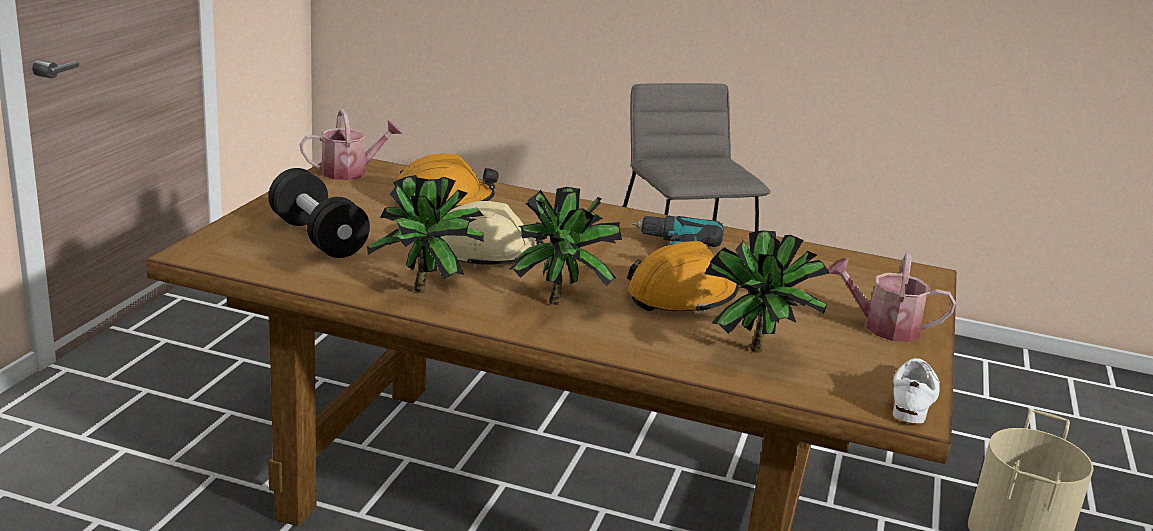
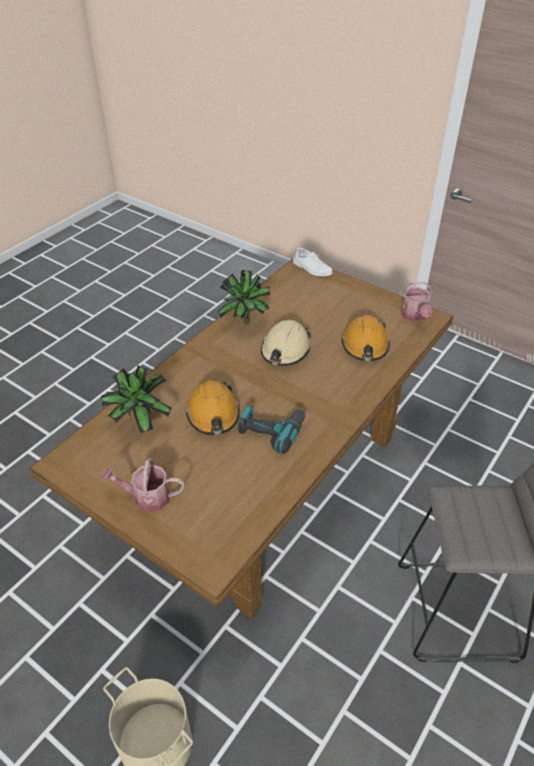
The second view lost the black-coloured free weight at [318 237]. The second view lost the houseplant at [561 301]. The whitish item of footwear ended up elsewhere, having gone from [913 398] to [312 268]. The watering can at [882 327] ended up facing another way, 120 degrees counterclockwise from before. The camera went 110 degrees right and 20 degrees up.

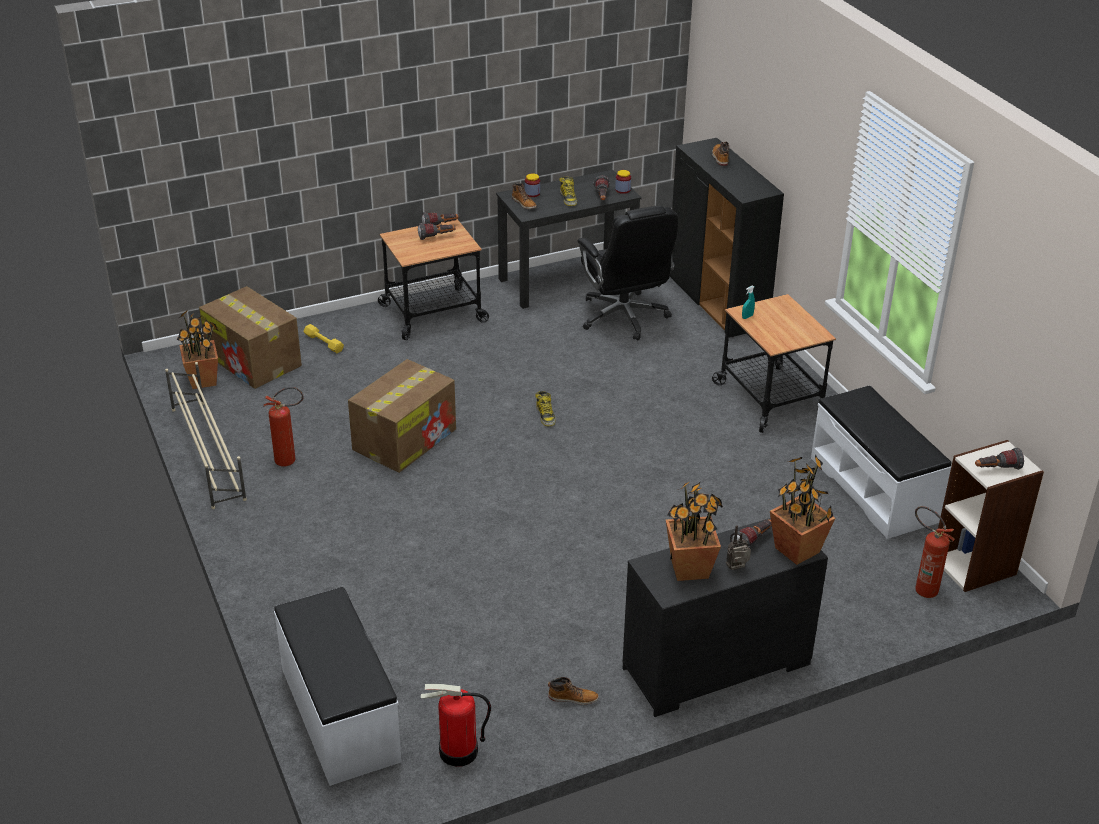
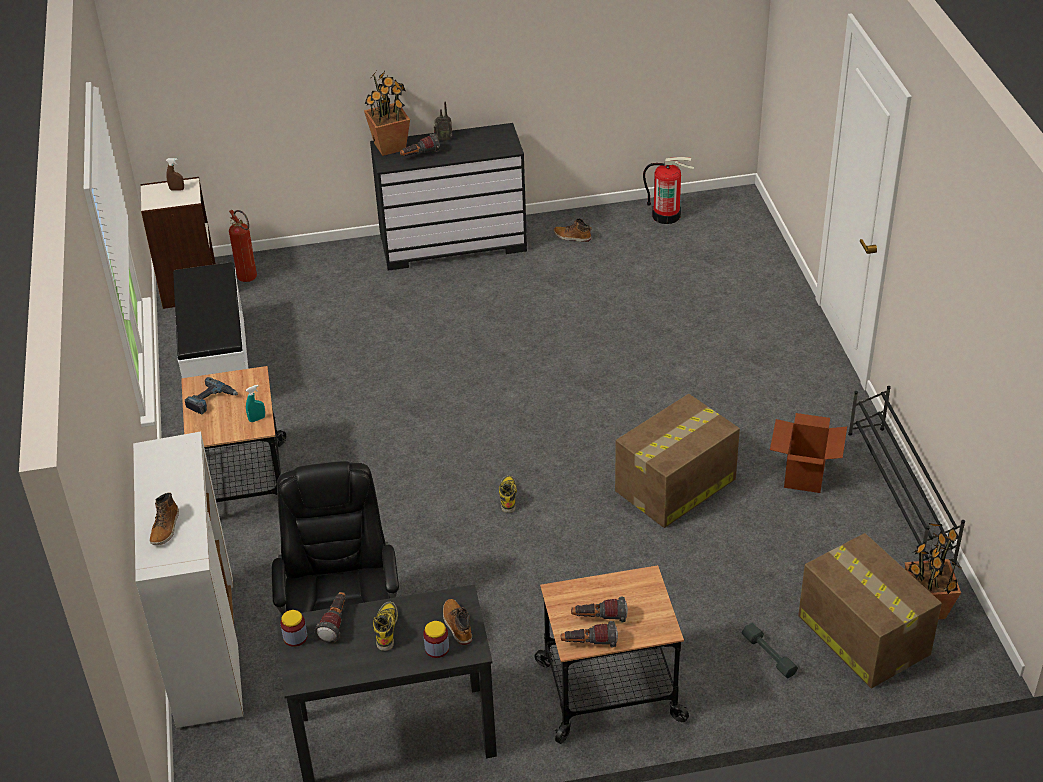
The second view lost the whitish long seat at [338 715]. The second view lost the houseplant at [690 568]. The second view gained the drill at [211 400]. Where the fire extinguisher stood at [290 460], the carton came to stand at [804 474]. Where the flashlight stood at [996 469], the brown spray bottle came to stand at [177 189]. What was the sand-coloured shoe stand at [208 452] turned into the black-coloured shoe stand at [899 497]. What was the yellow free weight at [323 343] turned into the gray free weight at [769 655]. What was the black-coloured cupboard at [718 303] turned into the whitish cupboard at [205 652]. The camera went 165 degrees left and 5 degrees up.

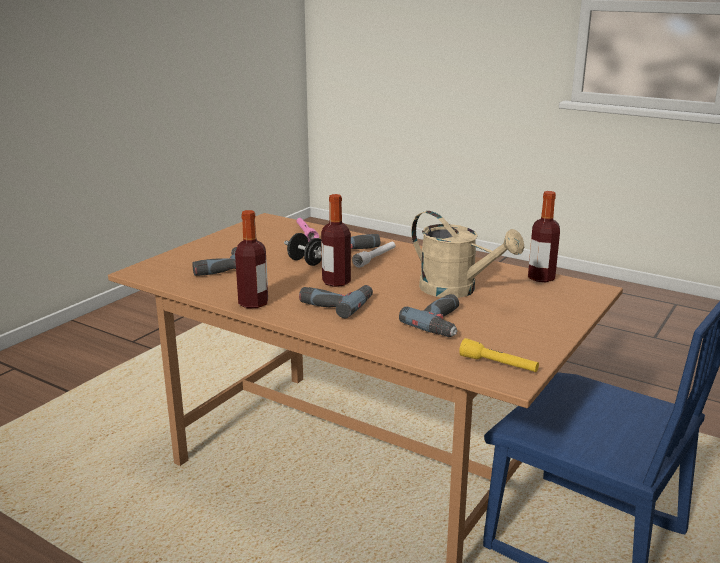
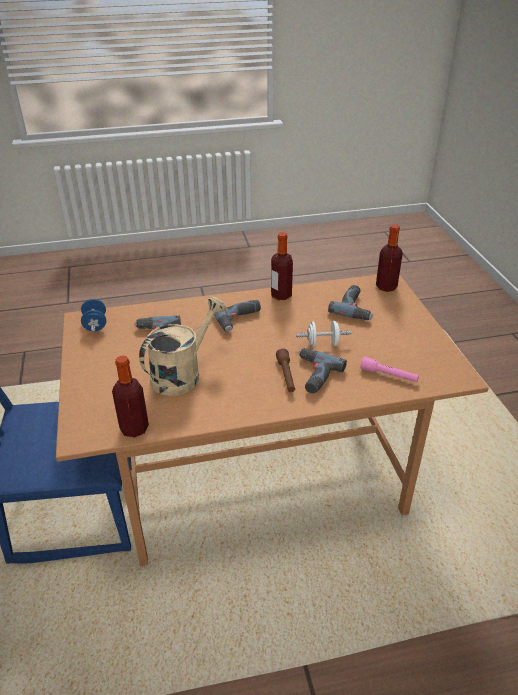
The beverage bottle ended up elsewhere, having gone from [336 282] to [386 287]. Where the yellow flashlight stood at [498 365], the blue free weight came to stand at [95 324]. What was the black-coloured free weight at [306 262] turned into the whitish free weight at [322 343]. What was the whitish flashlight at [375 259] turned into the brown flashlight at [286 376]. The sand-coloured watering can at [457 290] ended up facing another way, 135 degrees clockwise from before. The camera went 135 degrees right and 15 degrees up.

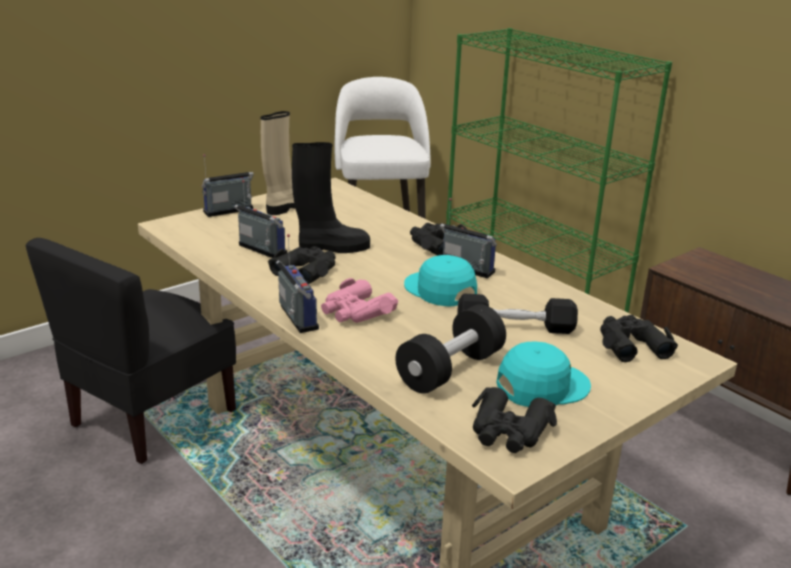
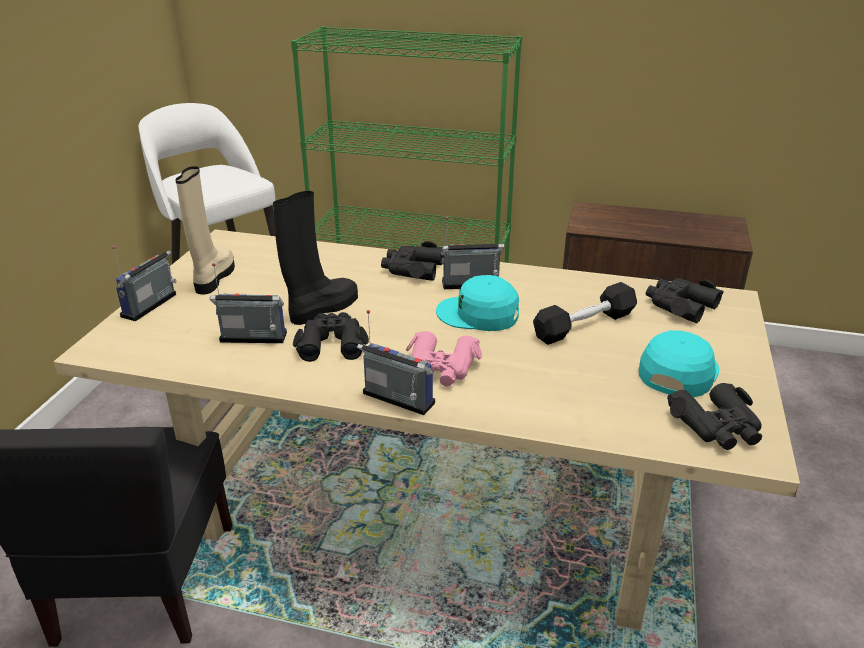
The second view lost the black-coloured free weight at [450 370]. The camera went 35 degrees left and 5 degrees up.

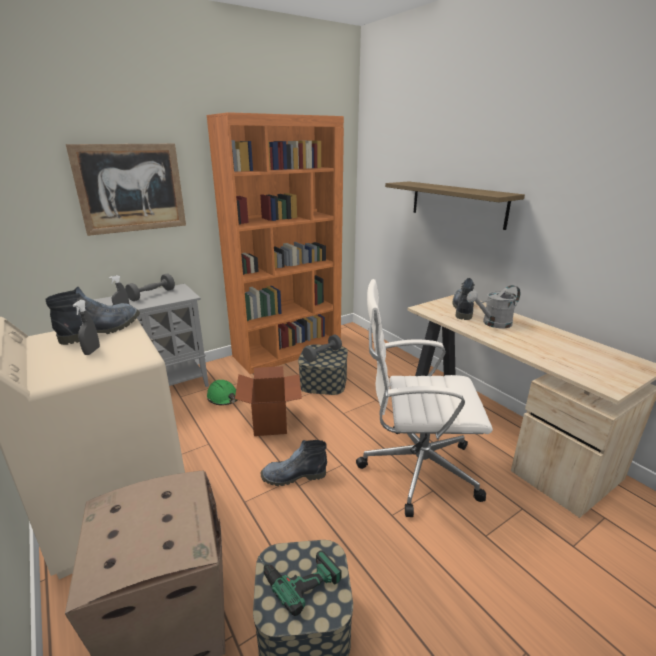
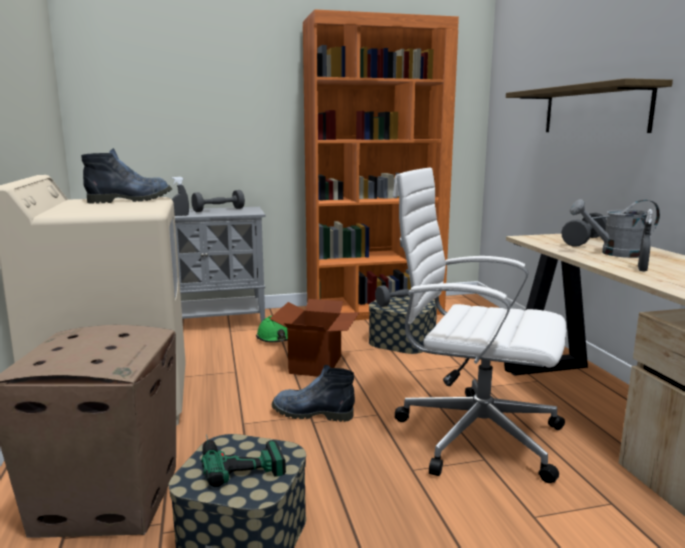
The second view lost the picture at [131 188]. The gray spray bottle ended up elsewhere, having gone from [92 351] to [642 269]. Where the tall boot stood at [462 308], the gray free weight came to stand at [583 241]. The camera went 20 degrees right and 10 degrees down.

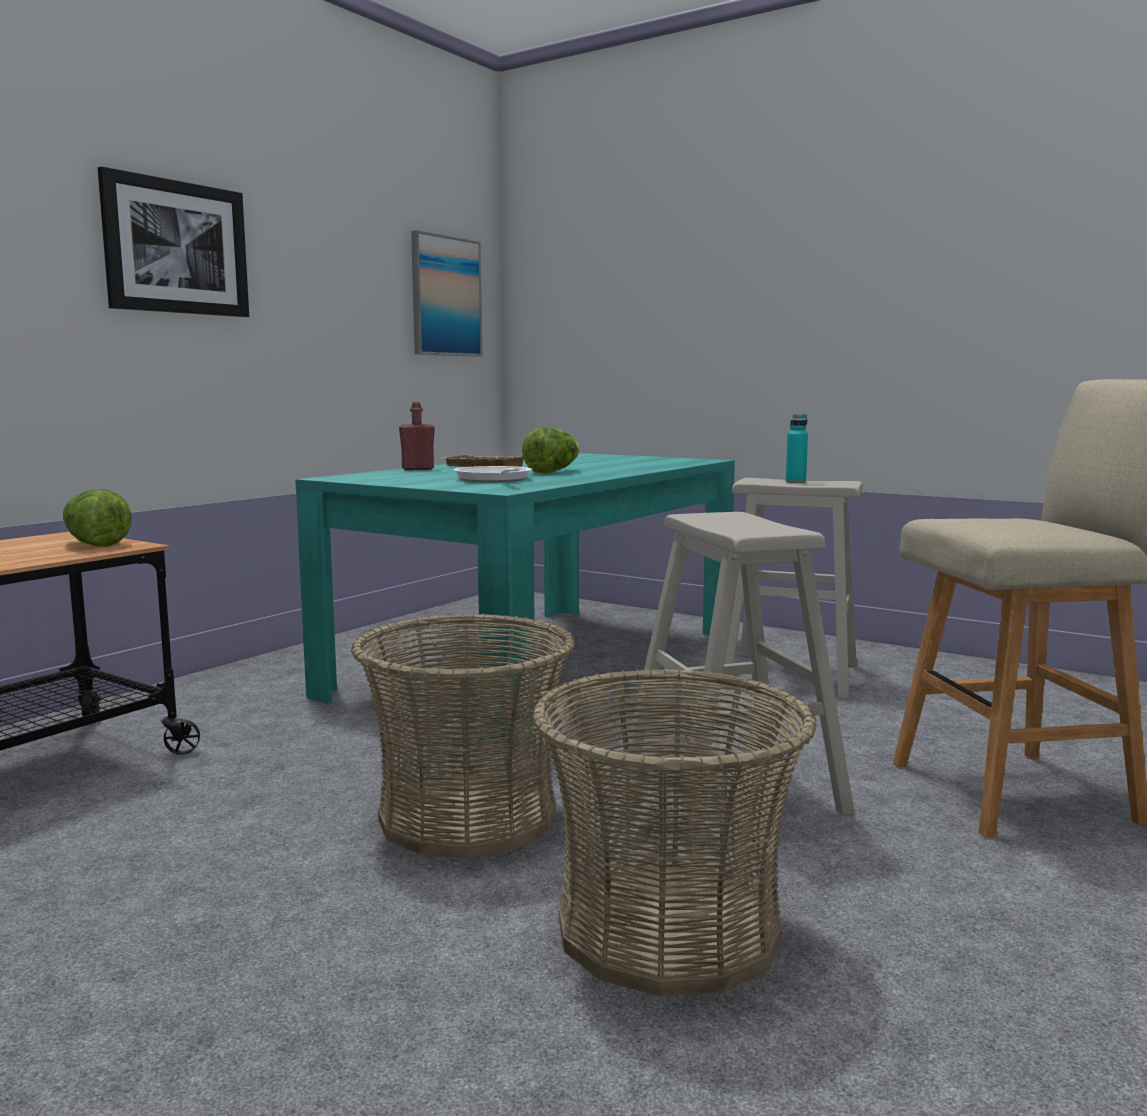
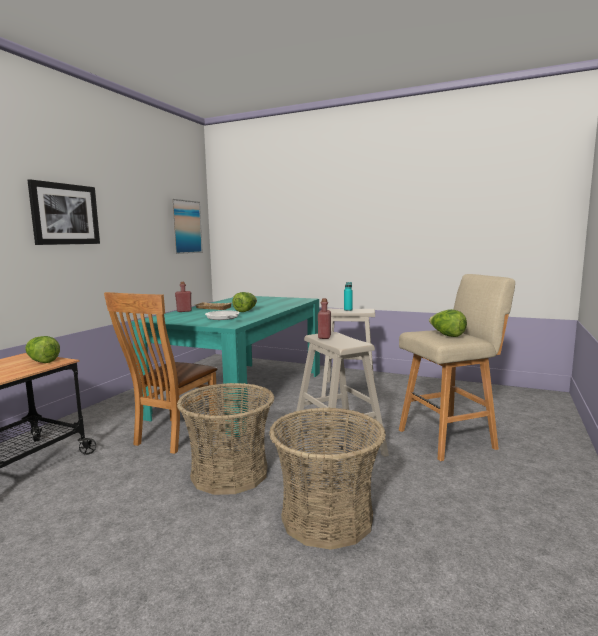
The second view gained the brown chair at [172 437]. The second view gained the red-coloured beverage bottle at [324 337]. The second view gained the lettuce head at [446 335]. The camera went 10 degrees left and 0 degrees up.

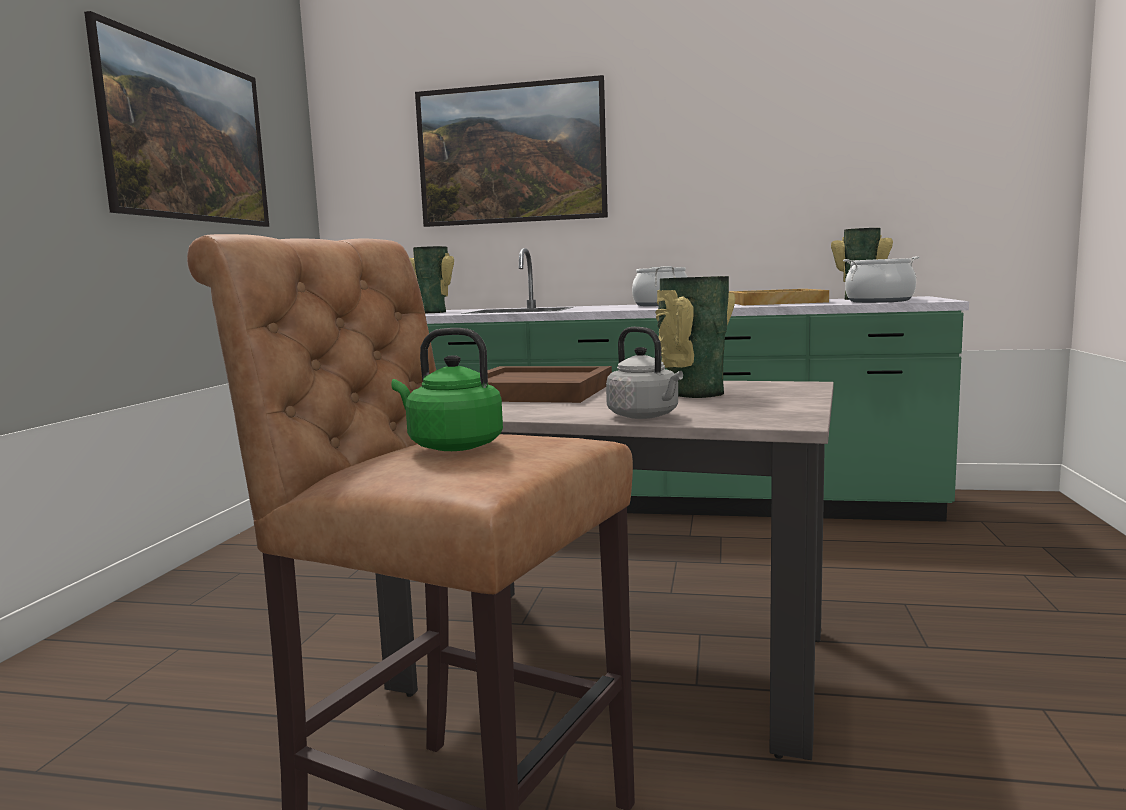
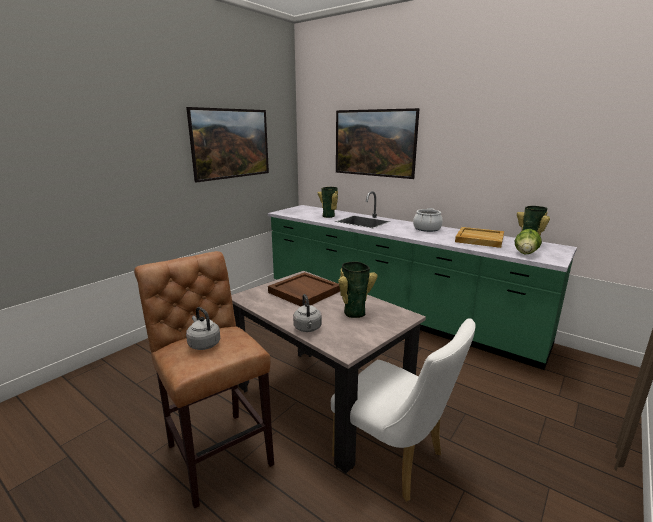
The second view gained the whitish chair at [395 459]. Where the cooking pot stood at [879 301], the lettuce head came to stand at [525 253]. What was the greenish water kettle at [451 446] turned into the gray water kettle at [203 343]. The camera went 25 degrees right and 10 degrees up.

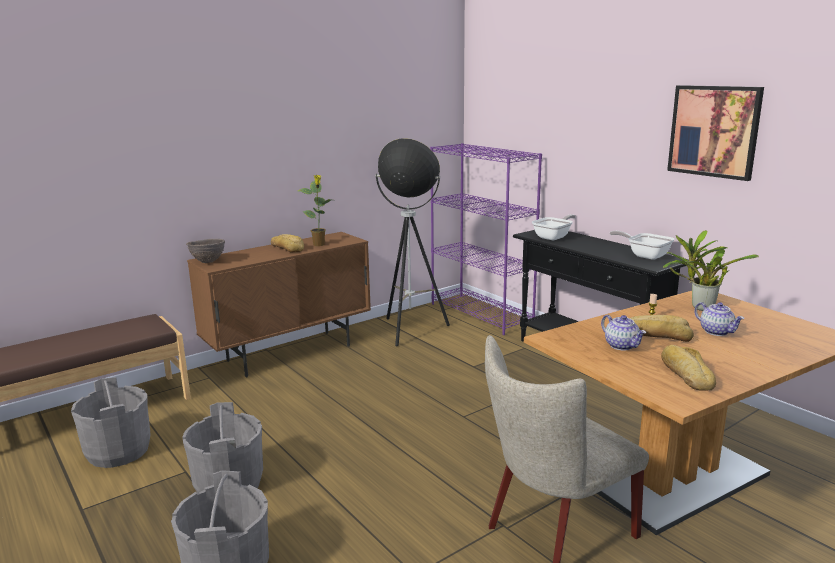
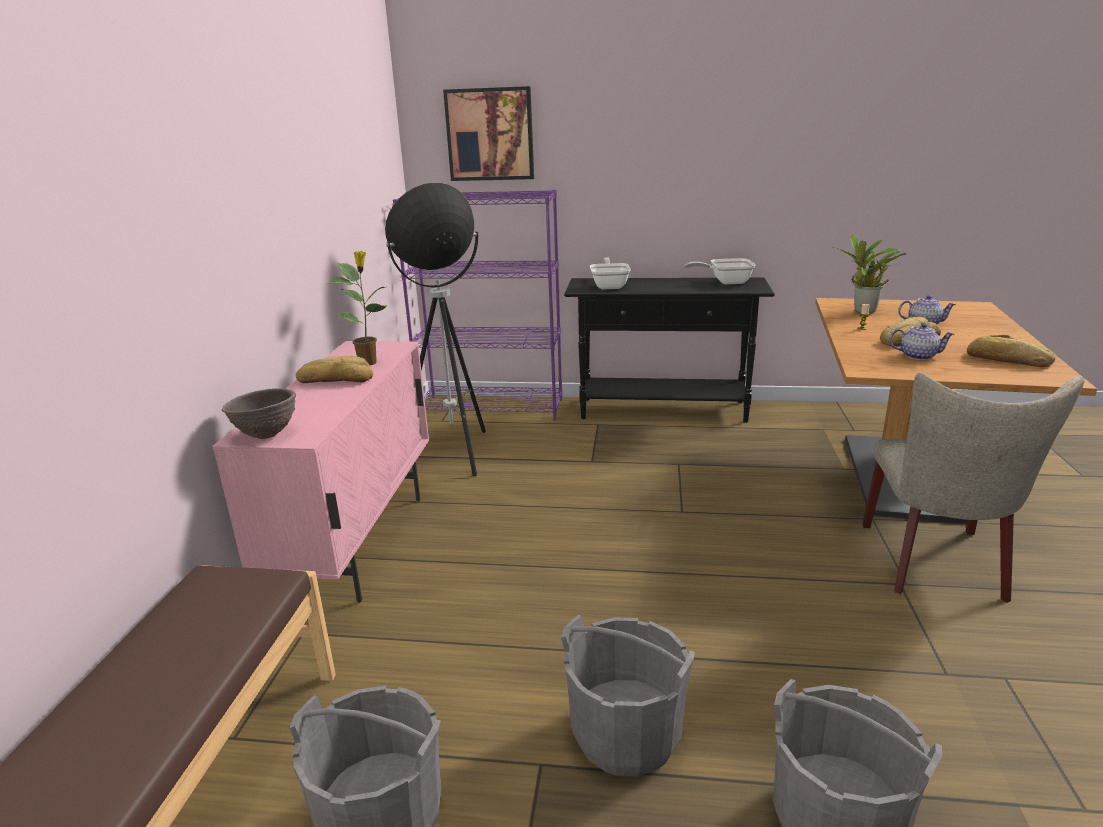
The picture ended up elsewhere, having gone from [714 131] to [490 134]. What was the brown cupboard at [290 353] turned into the pink cupboard at [359 543]. The camera went 45 degrees left and 5 degrees up.

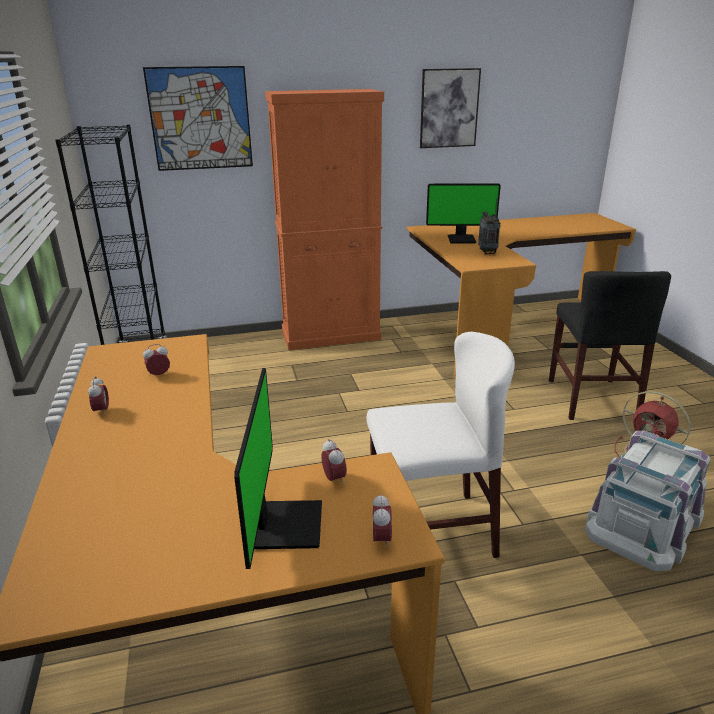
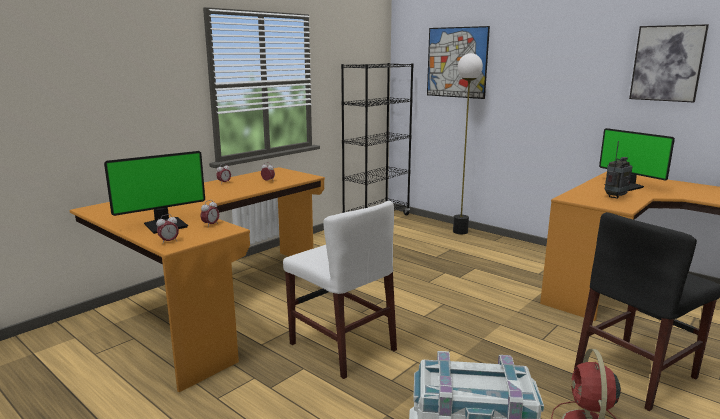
The second view lost the orange-coloured cupboard at [331 335]. The second view gained the floor lamp at [460 232]. The camera went 55 degrees right and 10 degrees down.

